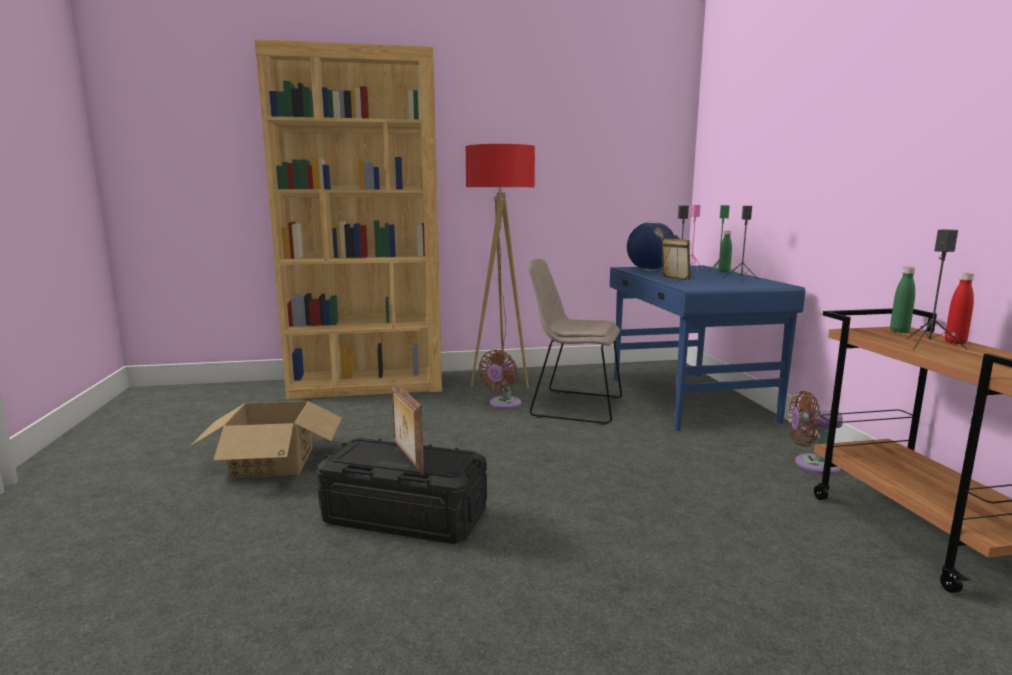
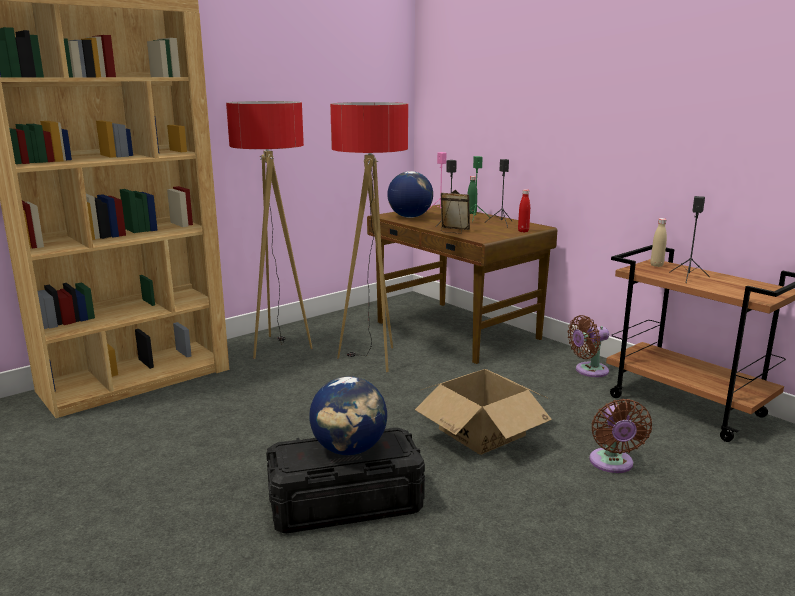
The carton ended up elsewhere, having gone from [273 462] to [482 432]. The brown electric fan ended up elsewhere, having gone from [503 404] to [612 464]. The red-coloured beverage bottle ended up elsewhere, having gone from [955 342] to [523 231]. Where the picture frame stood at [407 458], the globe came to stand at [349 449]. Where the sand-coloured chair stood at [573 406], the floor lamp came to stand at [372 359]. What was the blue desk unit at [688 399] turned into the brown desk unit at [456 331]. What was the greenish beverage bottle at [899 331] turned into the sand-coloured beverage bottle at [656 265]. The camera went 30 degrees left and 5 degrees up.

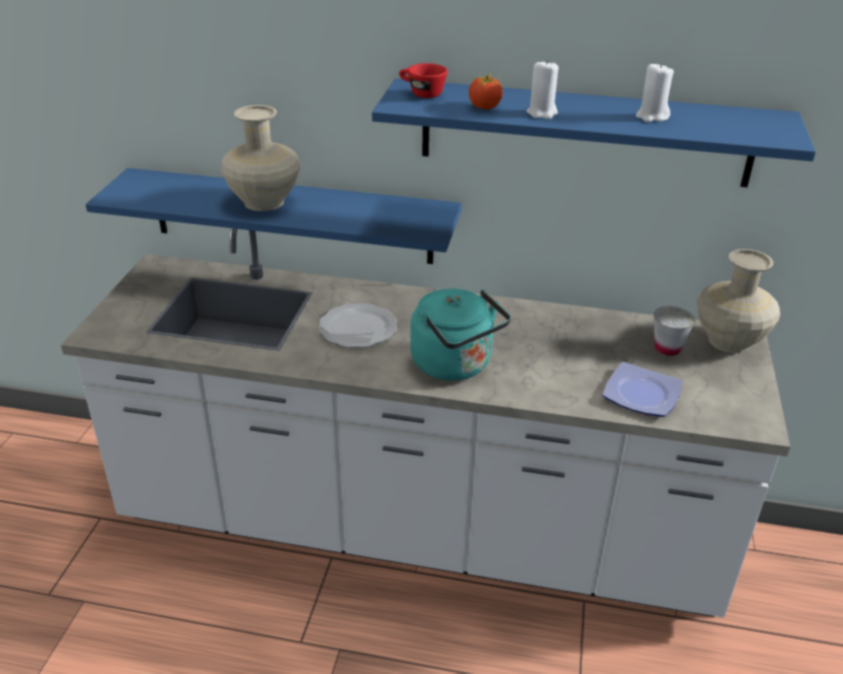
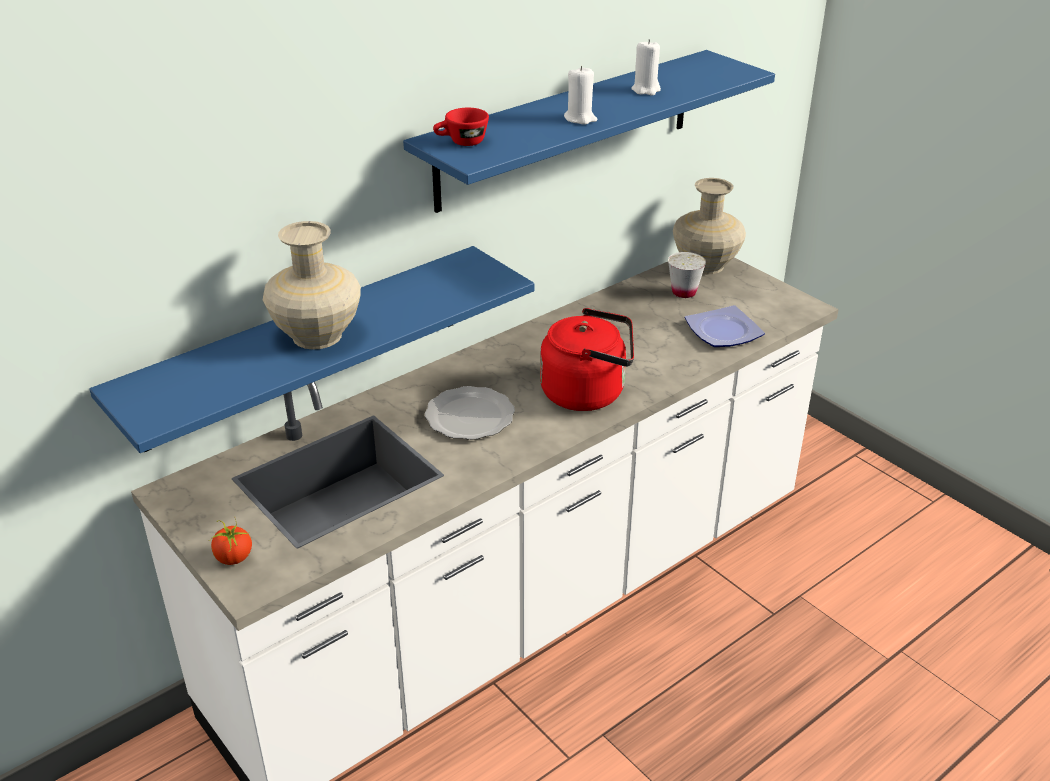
The tomato ended up elsewhere, having gone from [484 107] to [233 557]. What was the blue-green water kettle at [455 365] turned into the red-coloured water kettle at [588 392]. The camera went 50 degrees left and 0 degrees up.

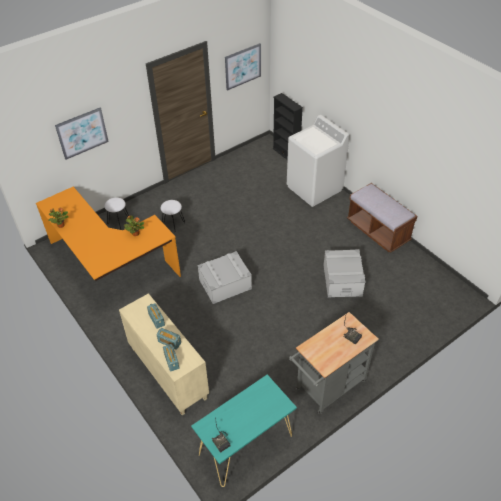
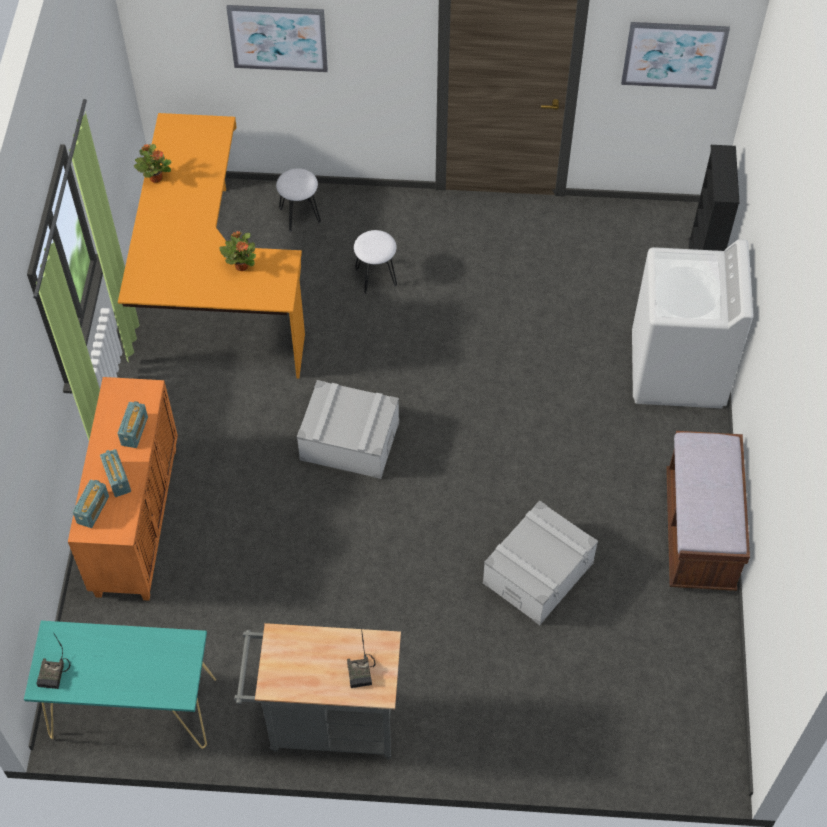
What was the sand-coloured cupboard at [167 373] turned into the orange-coloured cupboard at [136 519]. The camera went 40 degrees right and 10 degrees up.

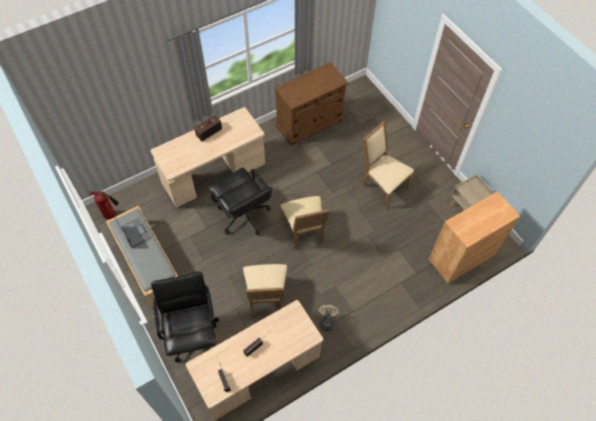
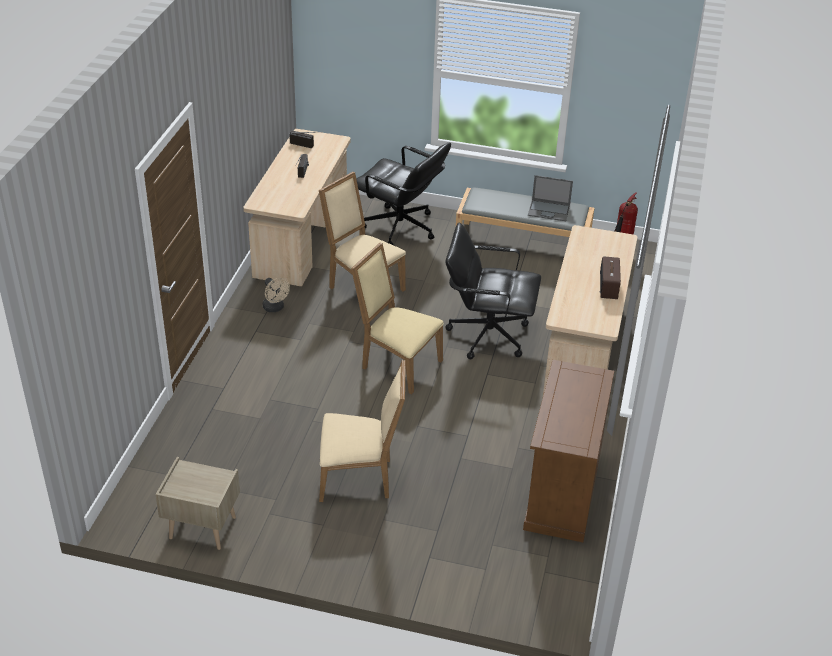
The second view lost the brown cupboard at [462 257]. The camera went 135 degrees right and 20 degrees down.

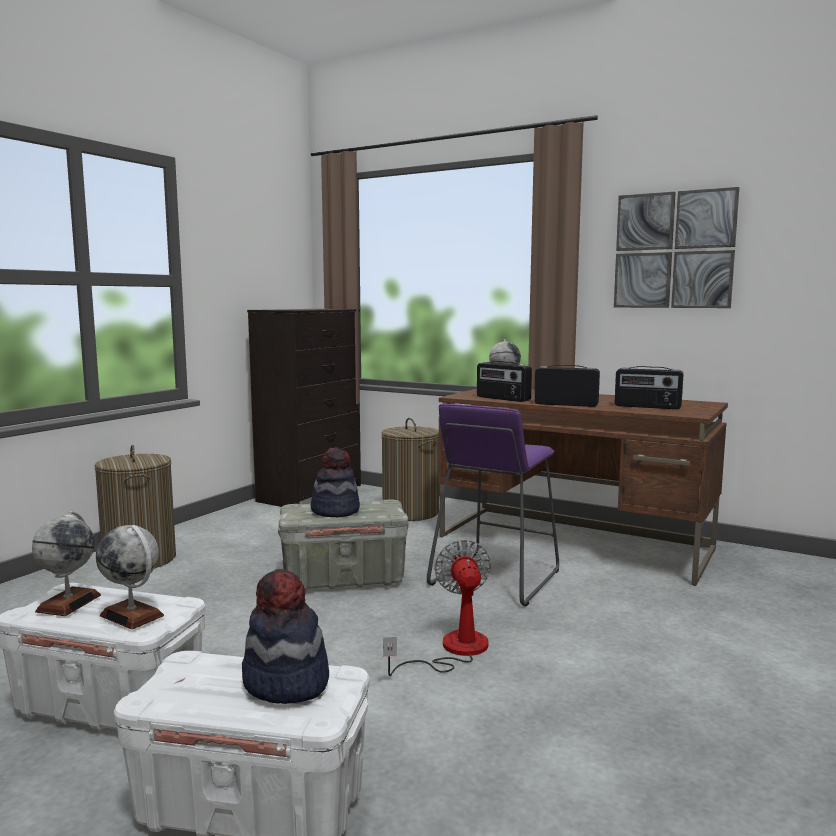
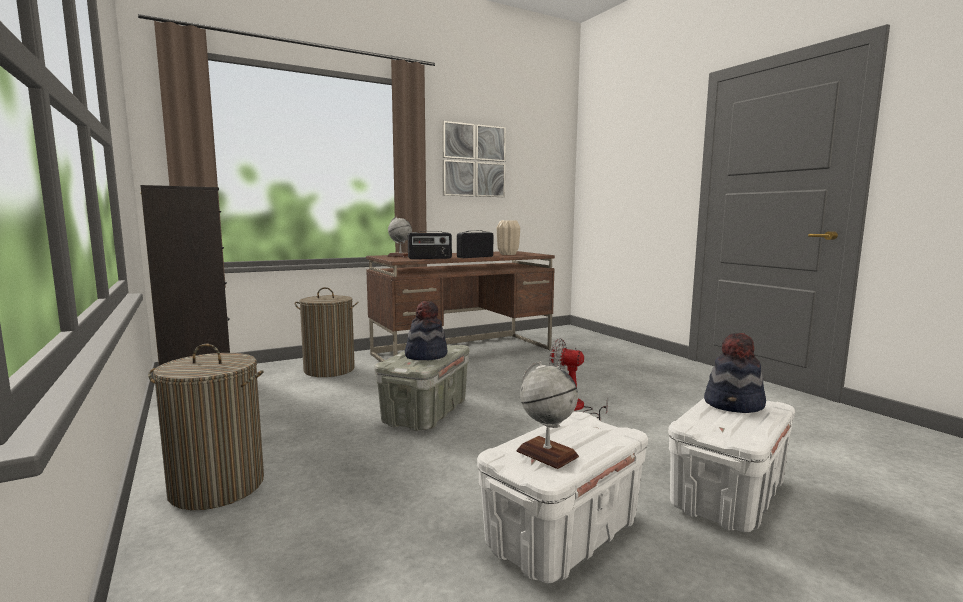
The second view lost the globe at [132 615]. The second view lost the purplish sitting stool at [495 578]. Where the radio stood at [647 407], the sand-coloured decorative vase came to stand at [508 254]. The camera went 60 degrees left and 0 degrees up.

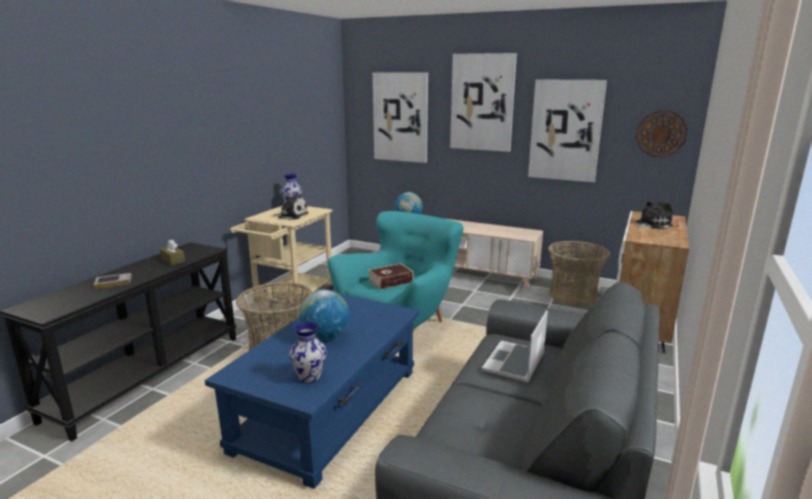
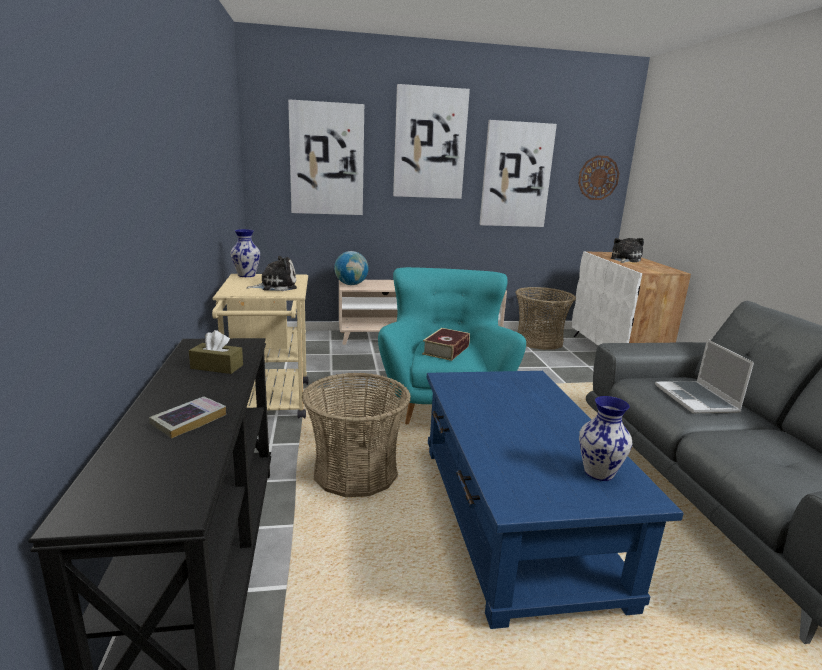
The second view lost the globe at [325 336]. The camera went 35 degrees left and 0 degrees up.

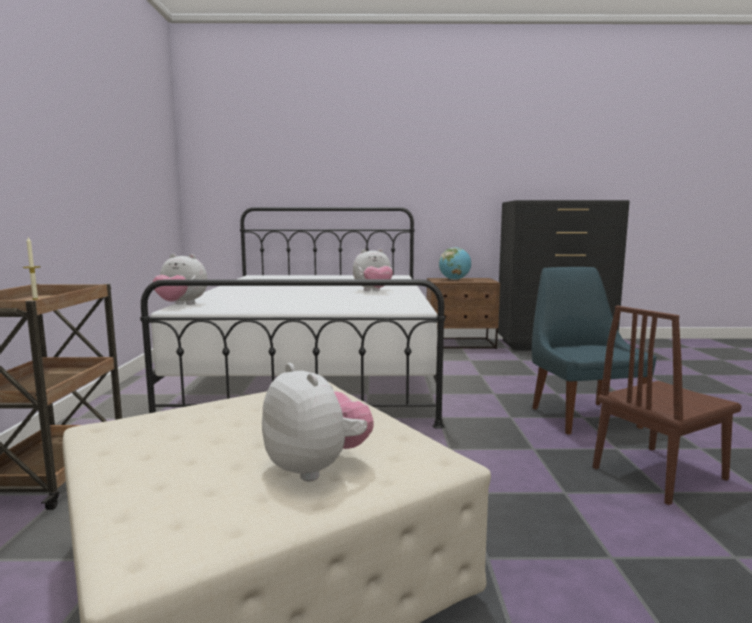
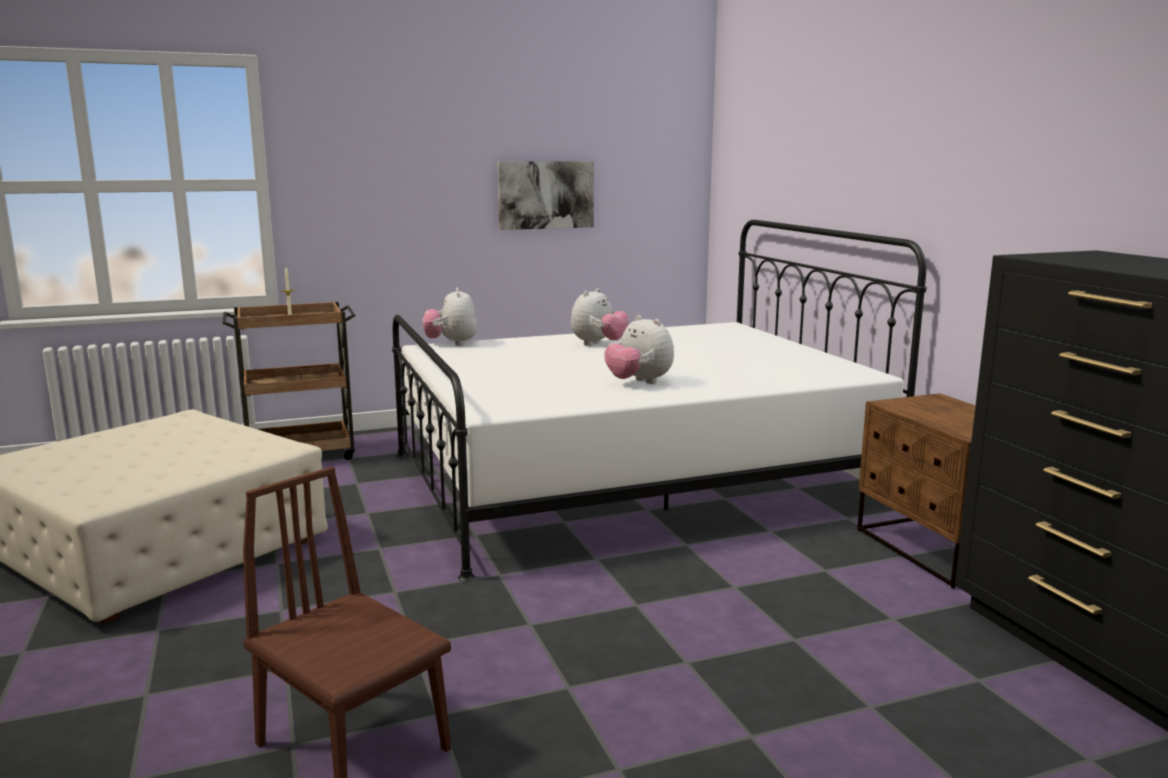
The second view lost the globe at [454 279]. The second view lost the blue chair at [582 416]. The second view gained the picture at [545 195]. The soft toy ended up elsewhere, having gone from [316 468] to [598 344]. The camera went 70 degrees right and 5 degrees up.

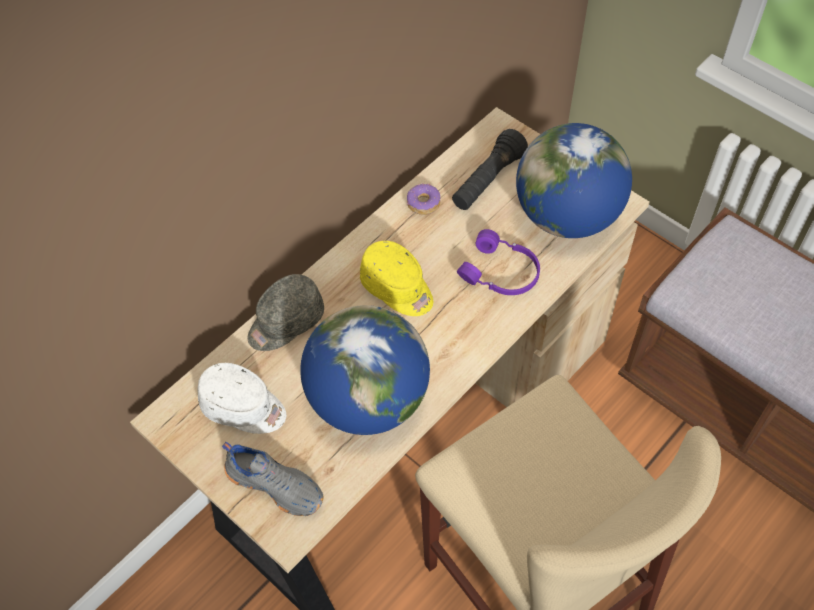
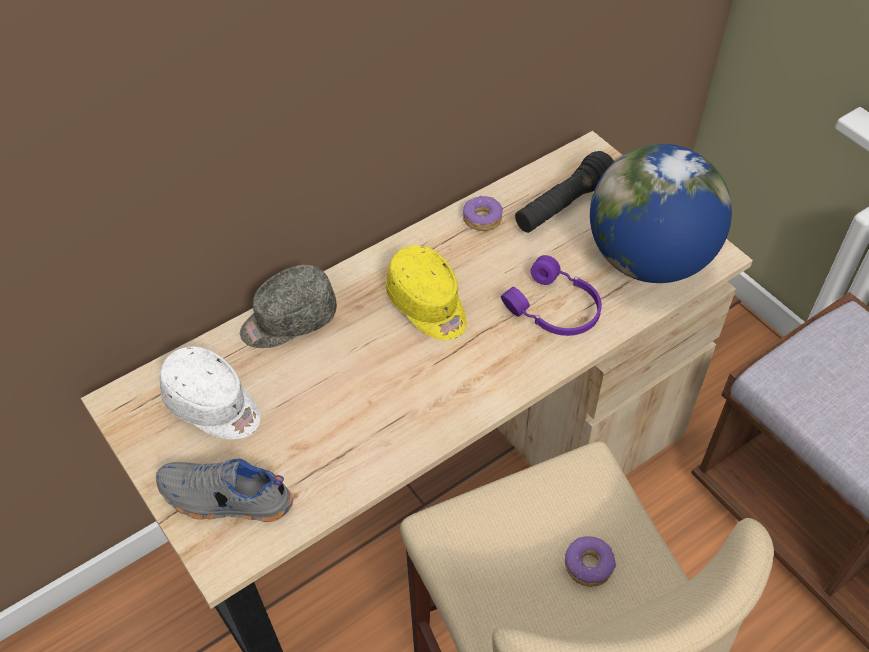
The second view lost the globe at [368 400]. The second view gained the ring doughnut at [589 565]. The gray item of footwear at [276 484] ended up facing another way, 150 degrees clockwise from before. The camera went 10 degrees right and 5 degrees down.

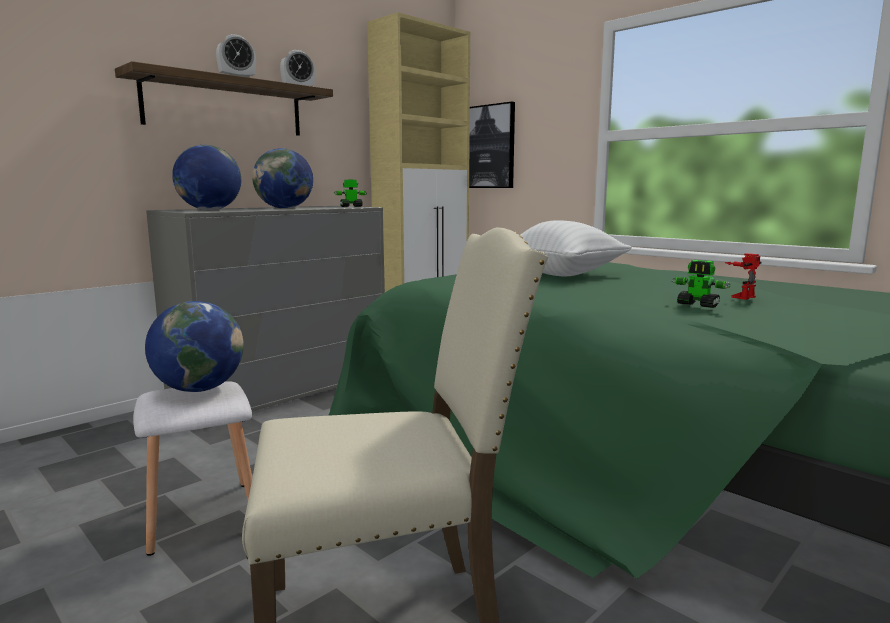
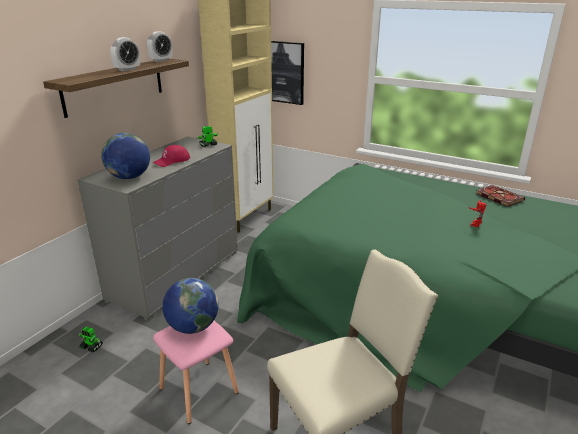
The second view lost the whitish pillow at [563 274]. The second view gained the bound book at [497 197]. The toy robot ended up elsewhere, having gone from [698 305] to [91 347]. Where the globe stood at [284 208], the red-coloured baseball cap came to stand at [172 161]. What was the whitish sitting stool at [200 515] turned into the pink sitting stool at [197 390]. The camera went 15 degrees left and 15 degrees up.

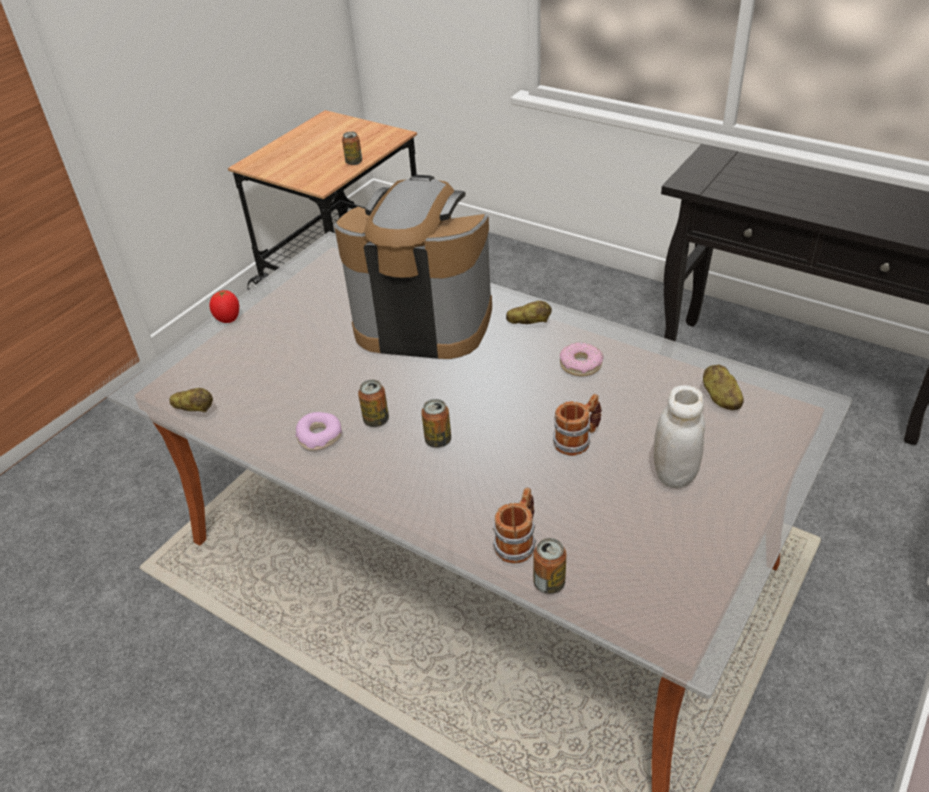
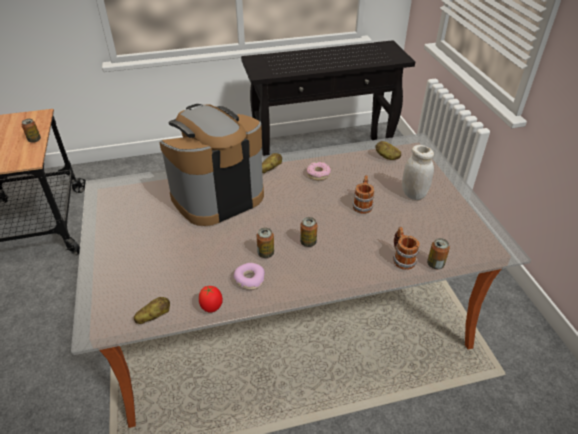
The tomato ended up elsewhere, having gone from [229 320] to [212 307]. The camera went 50 degrees left and 0 degrees up.

